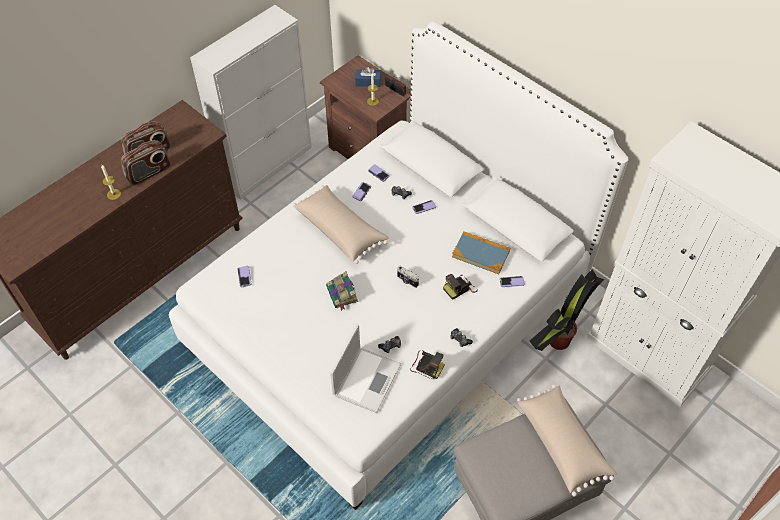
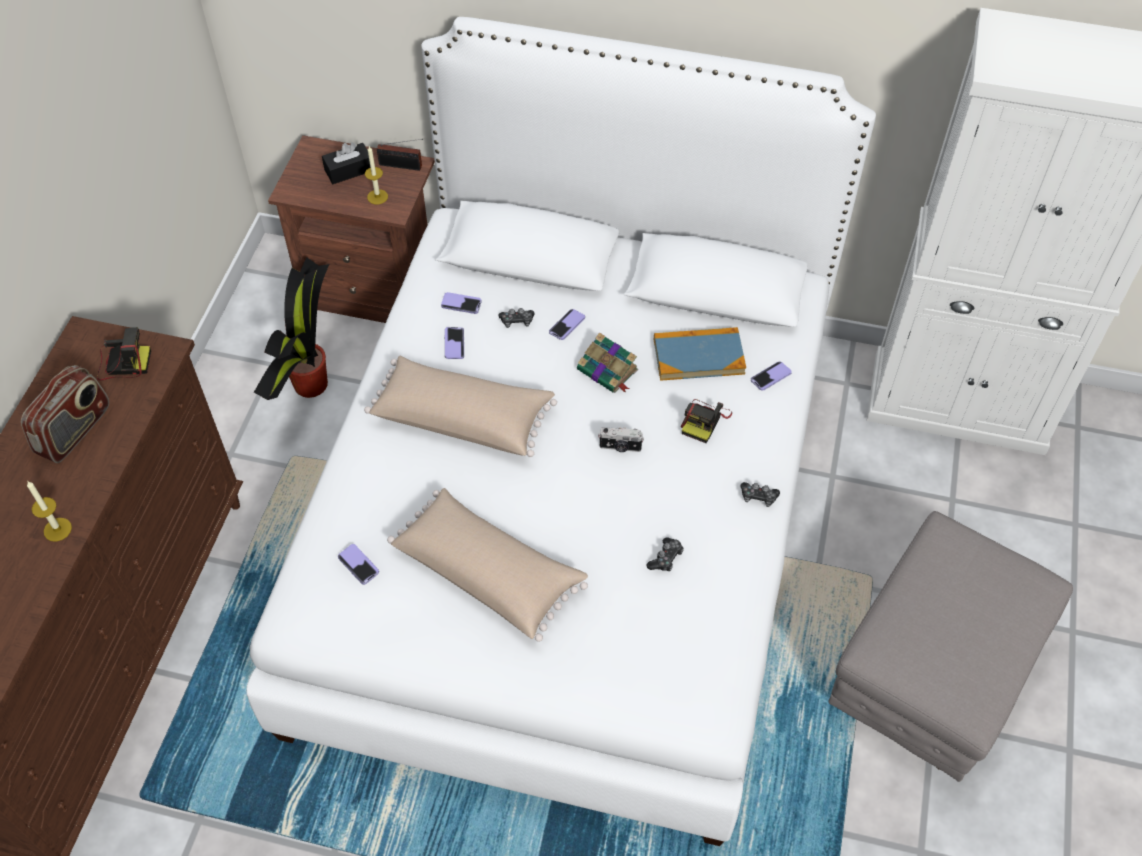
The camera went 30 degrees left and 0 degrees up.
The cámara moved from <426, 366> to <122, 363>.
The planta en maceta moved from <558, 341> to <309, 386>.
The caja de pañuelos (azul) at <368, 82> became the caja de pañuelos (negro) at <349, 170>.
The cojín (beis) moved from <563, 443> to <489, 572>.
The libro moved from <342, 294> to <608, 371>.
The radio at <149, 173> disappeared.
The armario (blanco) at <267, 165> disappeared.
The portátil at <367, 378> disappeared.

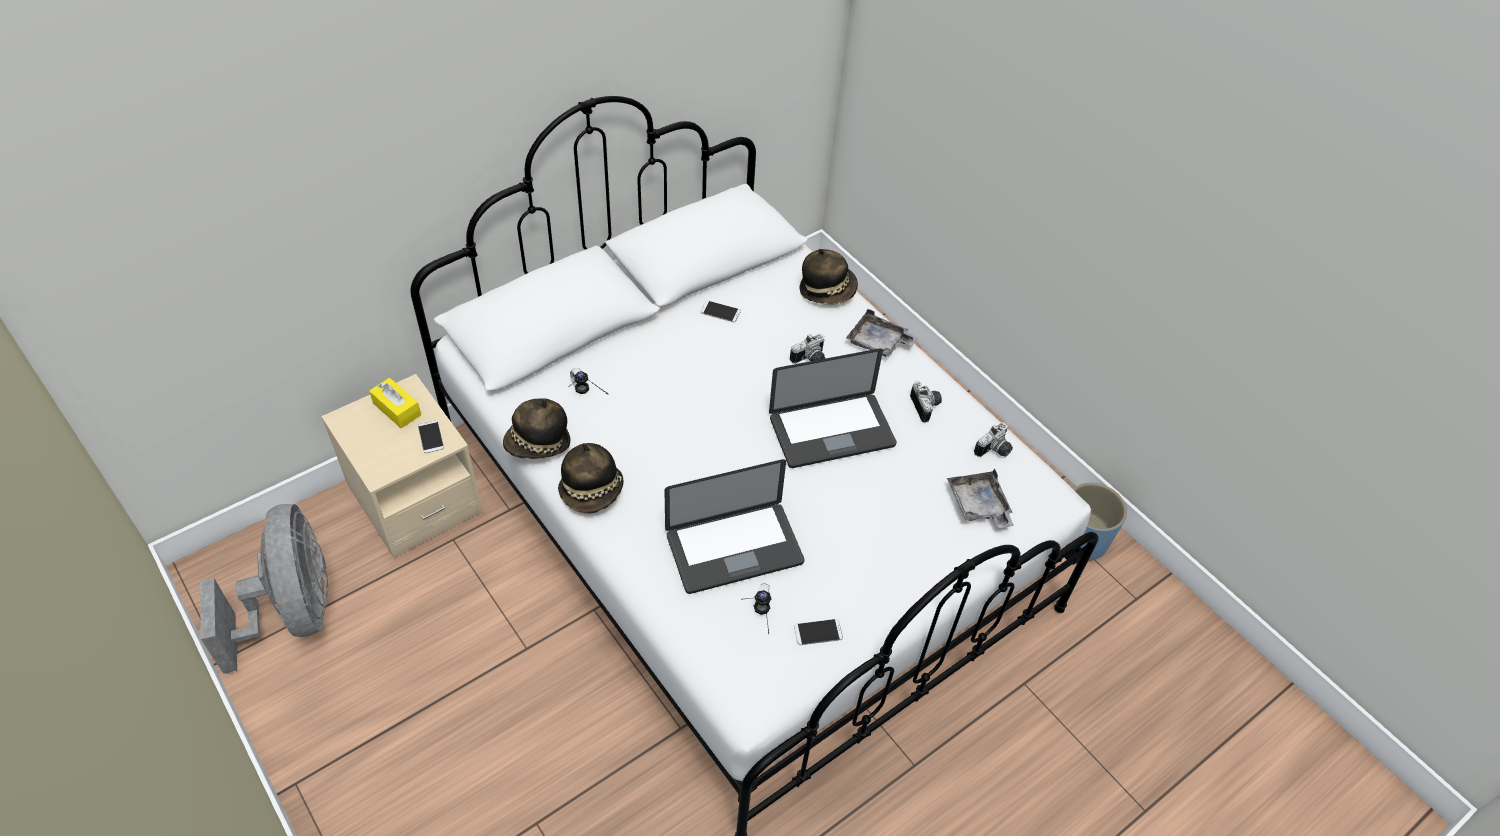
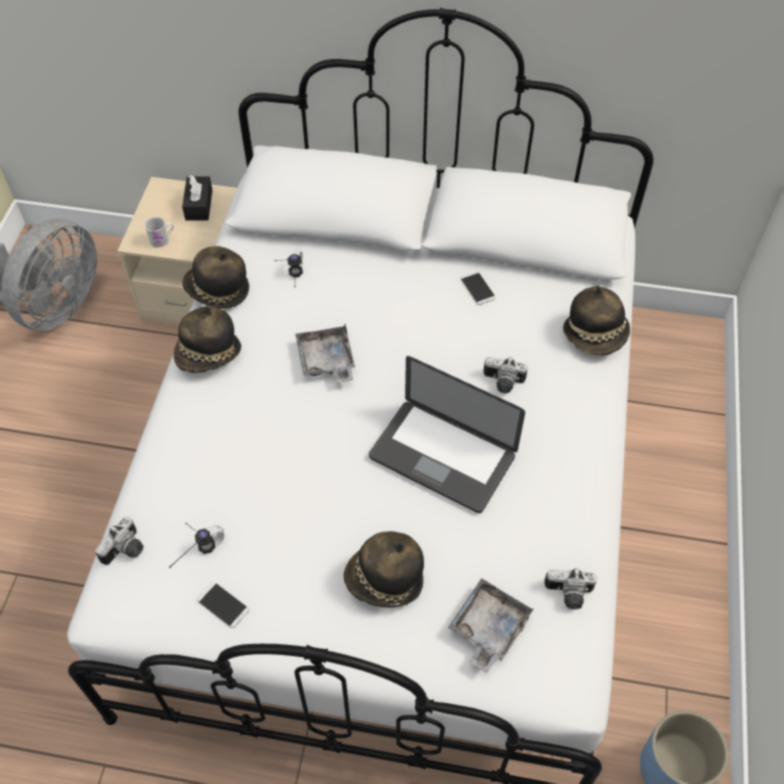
The camera went 50 degrees right and 5 degrees up.
The cámara moved from <926, 407> to <126, 550>.
The taza grande (blanco) at <163, 239> appeared.
The caja de pañuelos (amarillo) at <397, 409> became the caja de pañuelos (negro) at <199, 205>.
The bandeja (gris) moved from <878, 343> to <326, 361>.
The sombrero at <385, 580> appeared.
The móvil at <431, 437> disappeared.
The portátil at <734, 549> disappeared.

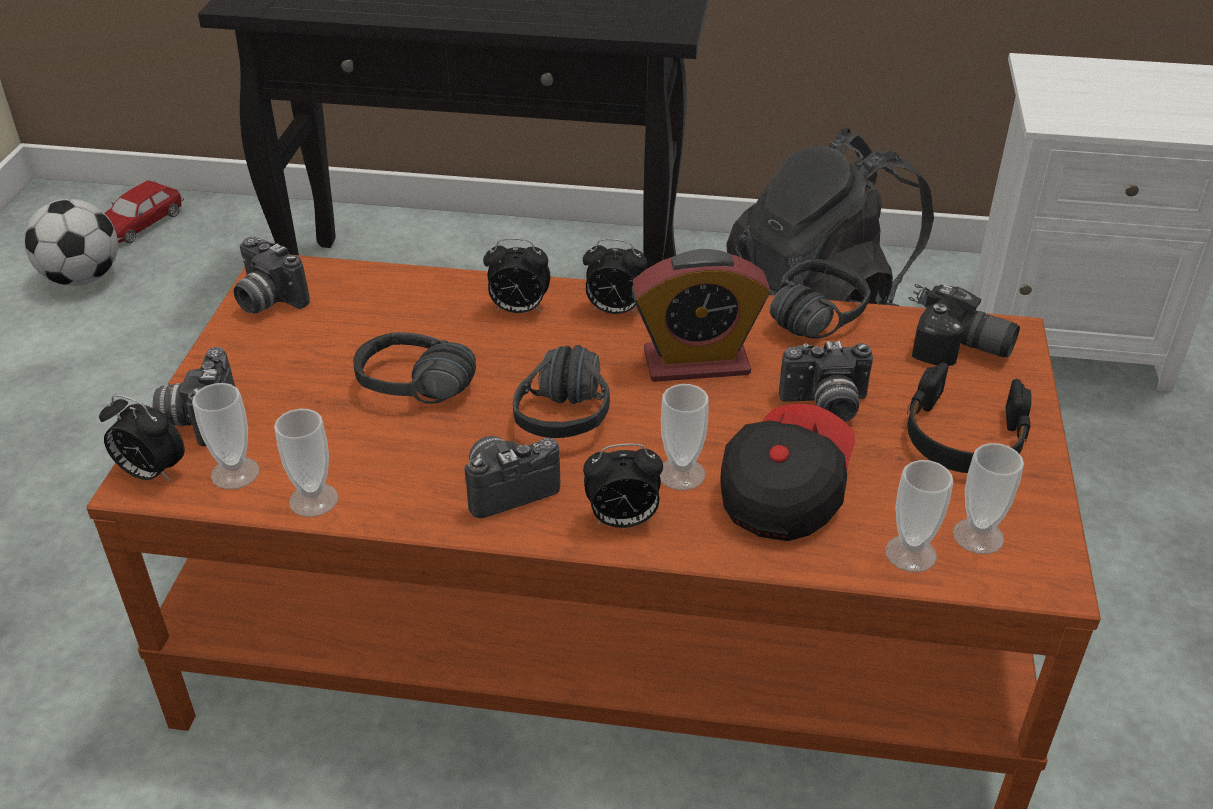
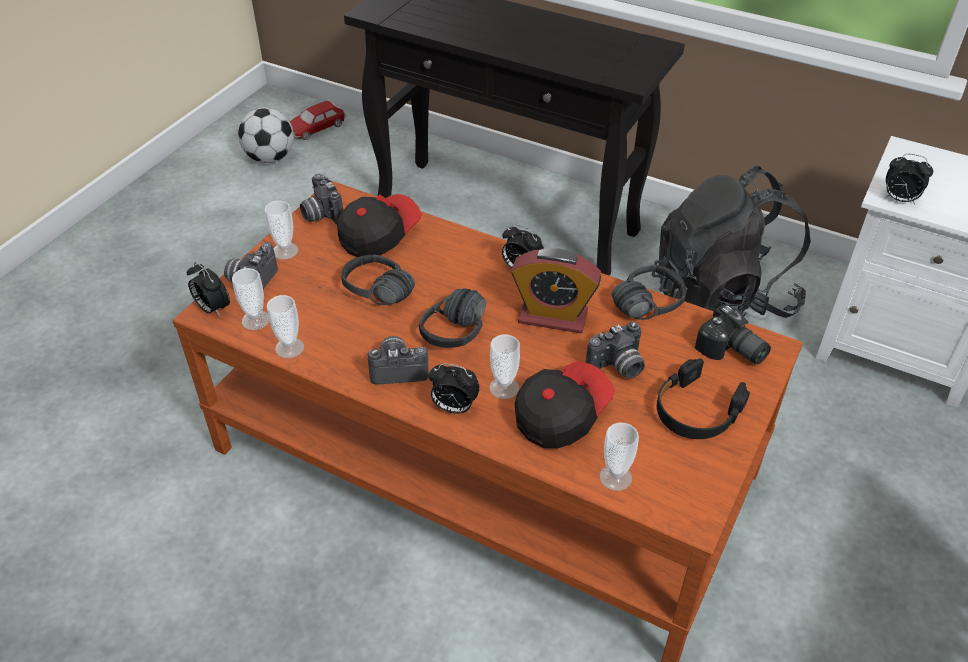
The camera went 20 degrees right and 5 degrees up.
The taza moved from <978, 536> to <285, 251>.
The gorra at <378, 236> appeared.
The cámara at <825, 406> turned 45 degrees counterclockwise.
The despertador moved from <518, 310> to <899, 199>.

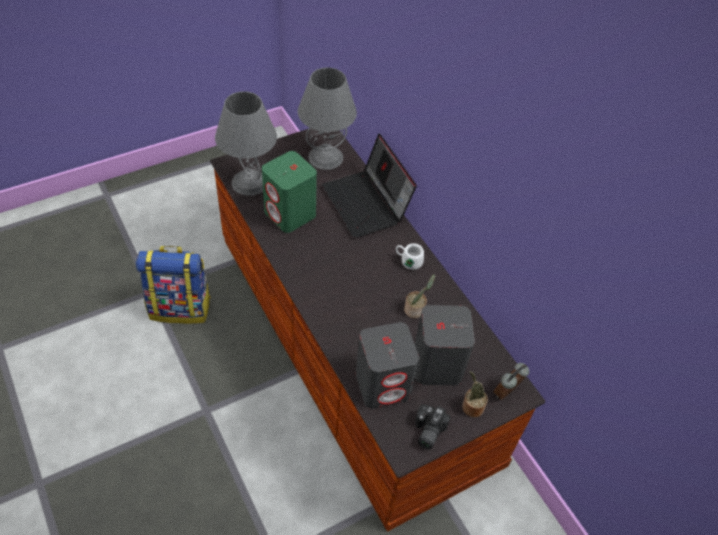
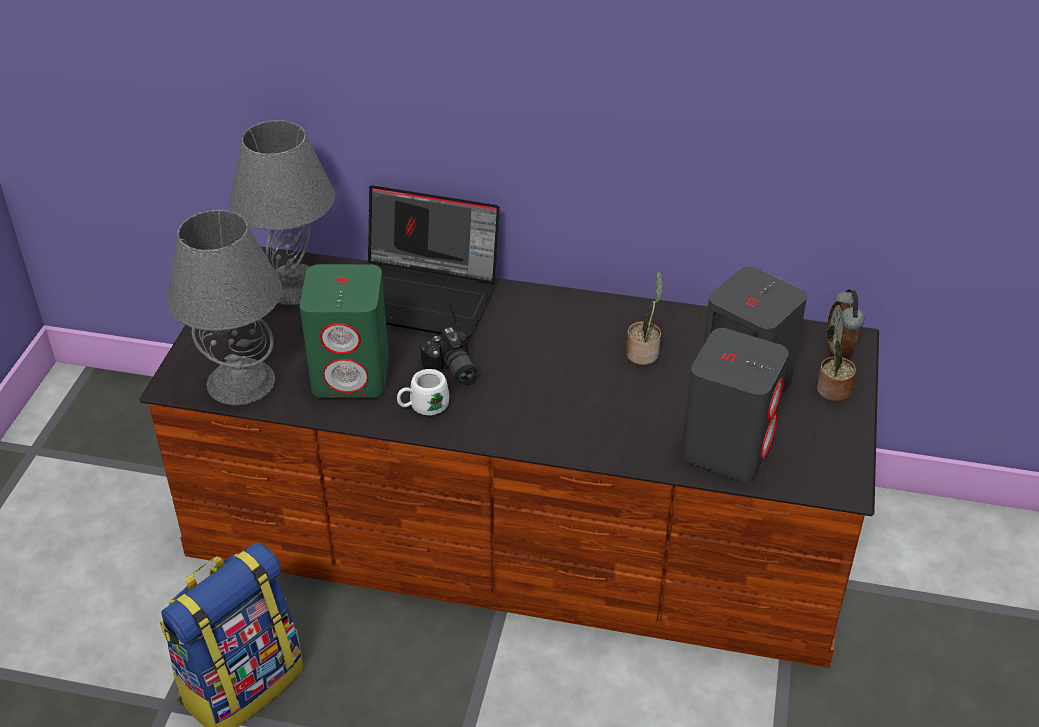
The camera went 45 degrees left and 10 degrees down.
The taza grande (blanco) moved from <408, 261> to <423, 407>.
The cámara moved from <427, 431> to <451, 371>.

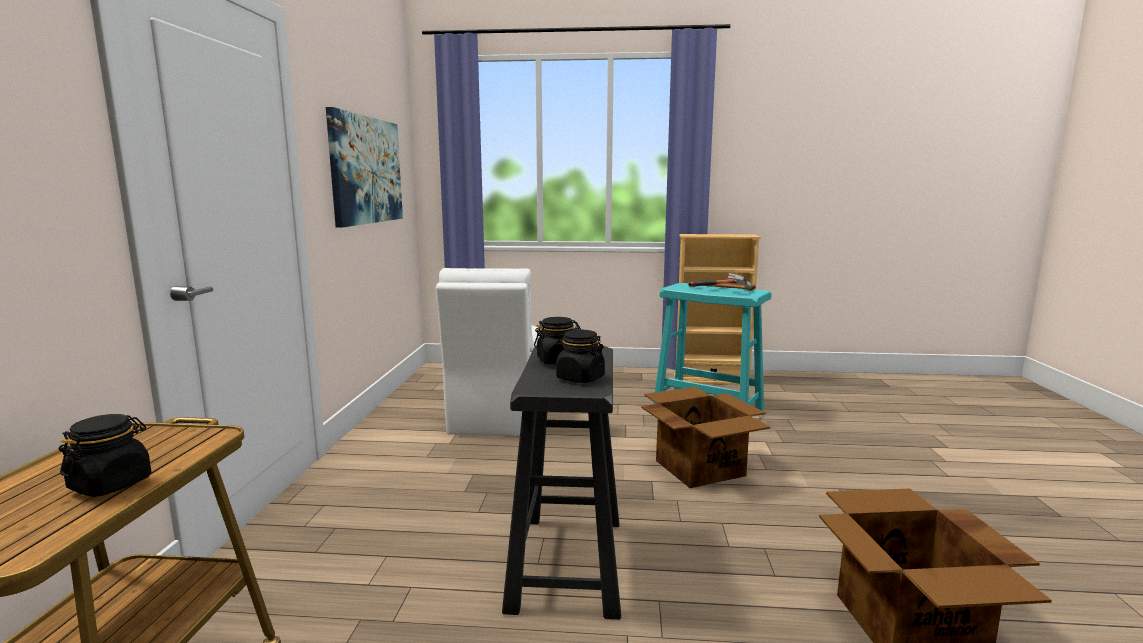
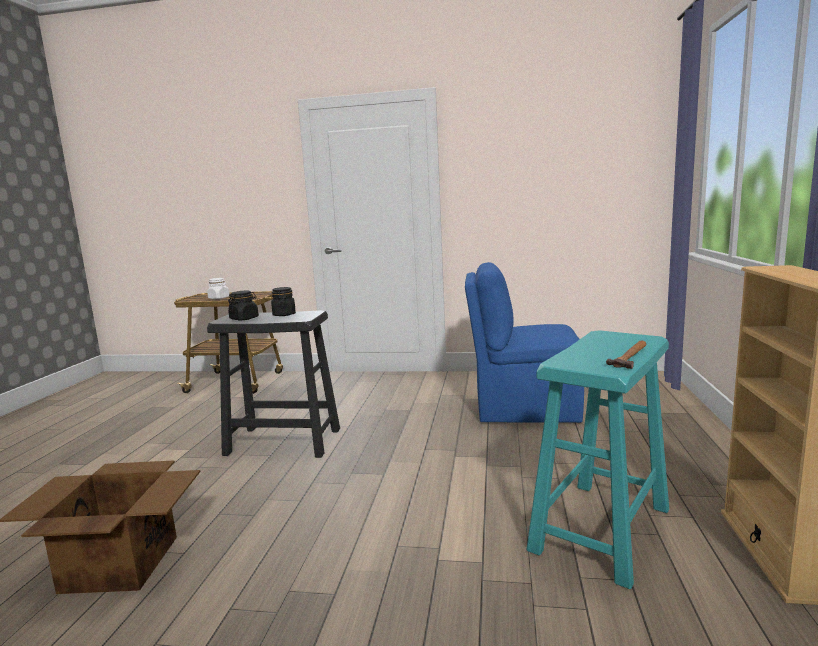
The camera went 95 degrees right and 0 degrees up.
The tarro (negro) at <111, 484> became the tarro (blanco) at <219, 298>.
The silla (blanco) at <495, 417> became the silla (azul) at <523, 408>.
The cuadro at <366, 170> disappeared.
The caja de cartón at <699, 467> disappeared.
The martillo at <718, 290> disappeared.

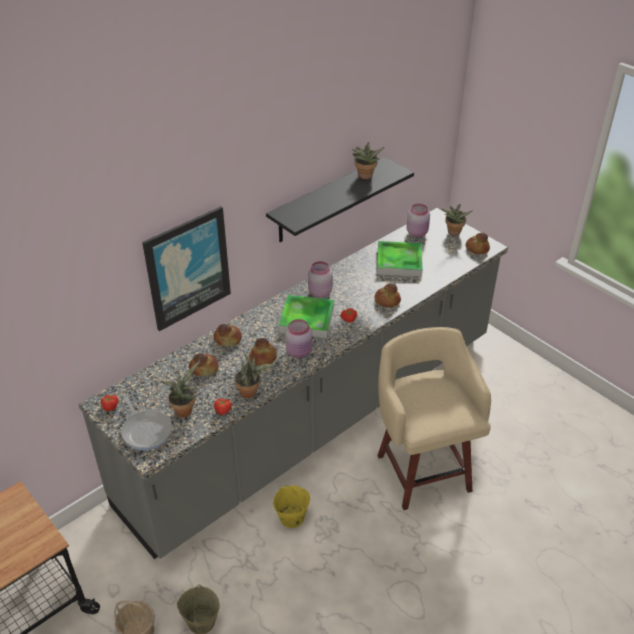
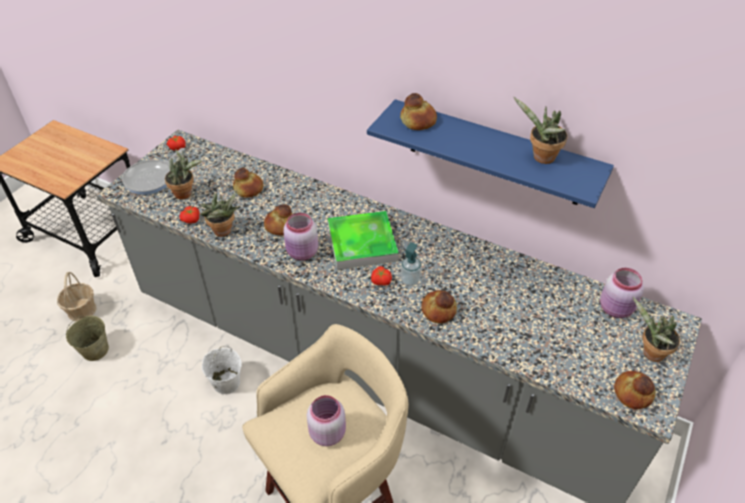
The camera went 70 degrees right and 5 degrees up.
The cubo (amarillo) at <291, 518> became the cubo (blanco) at <226, 382>.
The tarro (rosa) moved from <319, 292> to <327, 432>.
The estante (negro) at <327, 200> became the estante (azul) at <494, 153>.
The pan moved from <228, 339> to <418, 121>.
The dispensador de jabón at <410, 280> appeared.
The cuadro at <187, 268> disappeared.
The bandeja at <399, 262> disappeared.

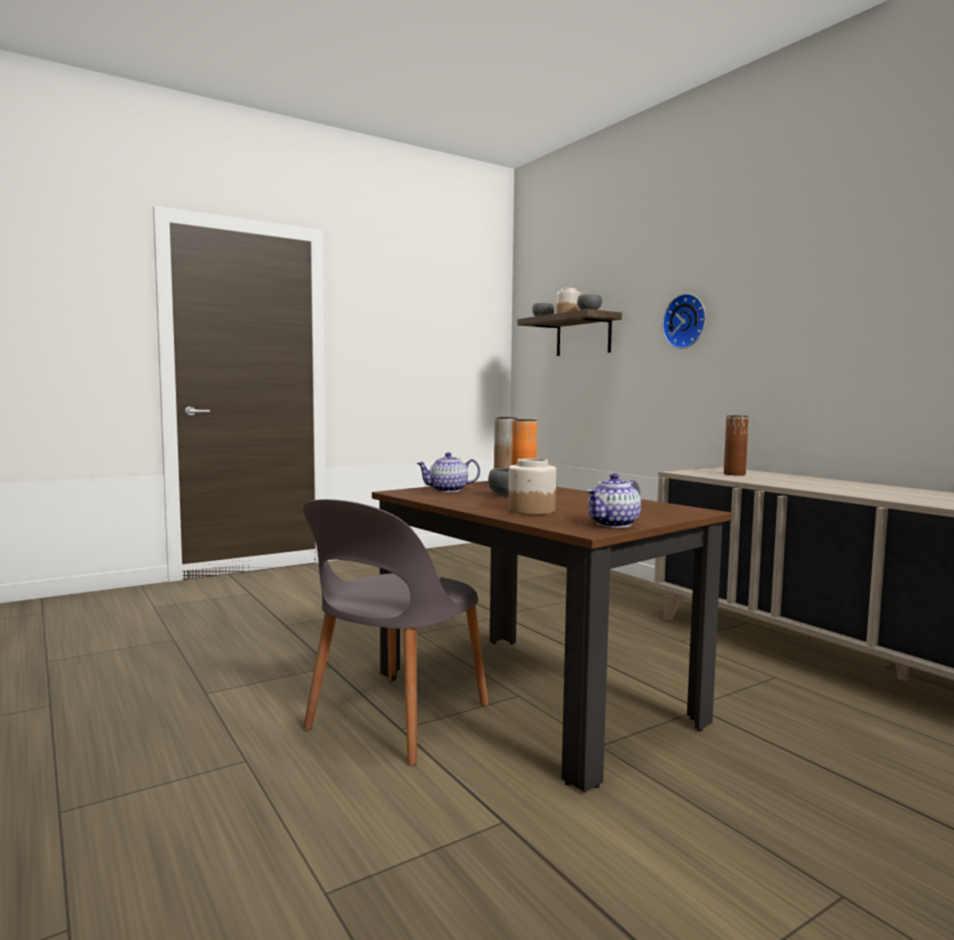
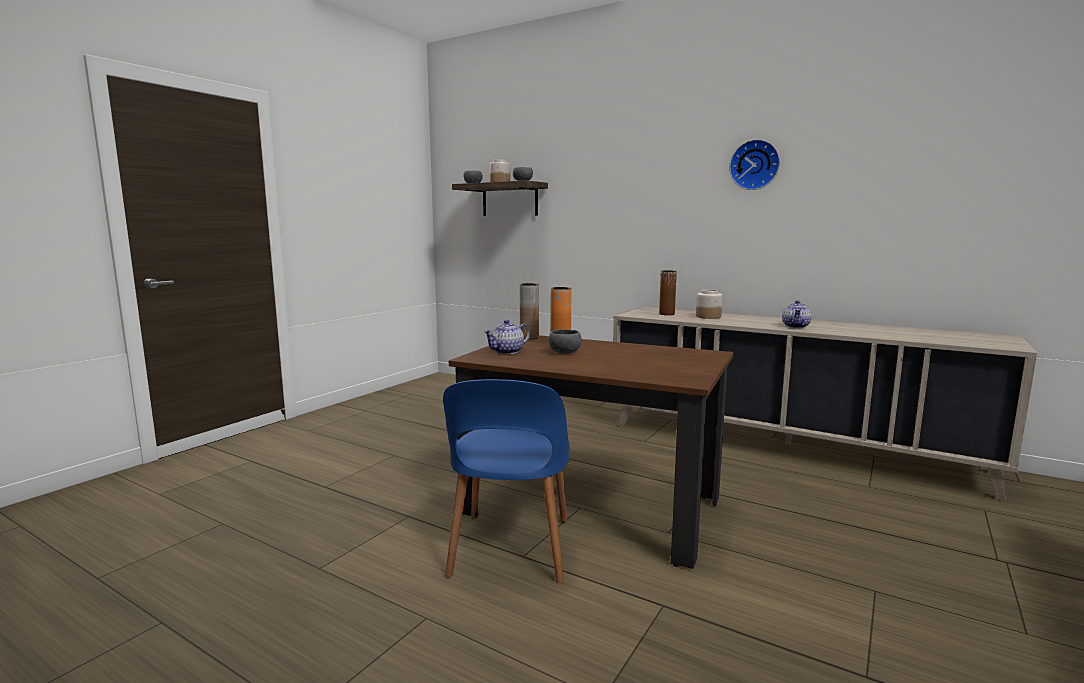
The camera went 25 degrees left and 5 degrees up.
The silla (gris) at <396, 719> became the silla (azul) at <510, 549>.
The tarro moved from <531, 511> to <708, 316>.
The reloj de pared moved from <686, 321> to <755, 165>.
The tetera moved from <614, 524> to <796, 326>.

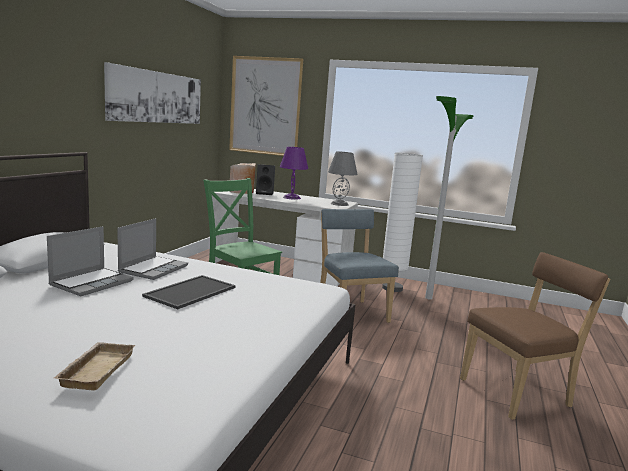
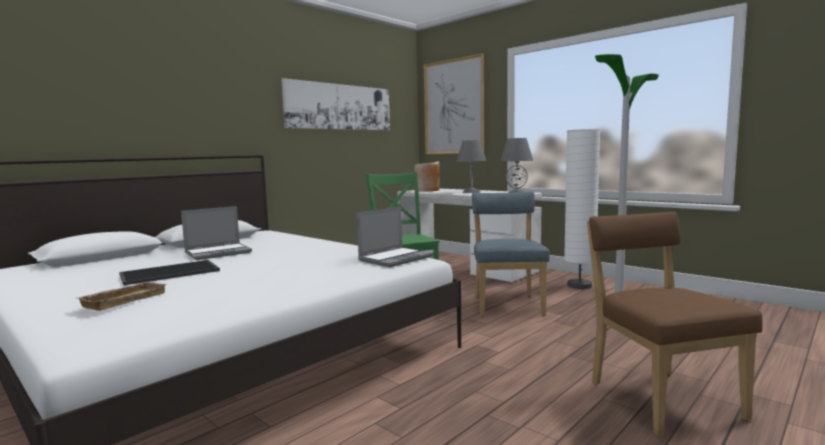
The camera went 25 degrees right and 5 degrees down.
The bandeja moved from <191, 292> to <169, 273>.
The portátil moved from <153, 269> to <395, 258>.
The lámpara de mesa (morado) at <291, 197> became the lámpara de mesa (gris) at <471, 192>.
The silla (marrón) at <519, 393> turned 105 degrees counterclockwise.
The altavoz (negro) at <265, 193> disappeared.

